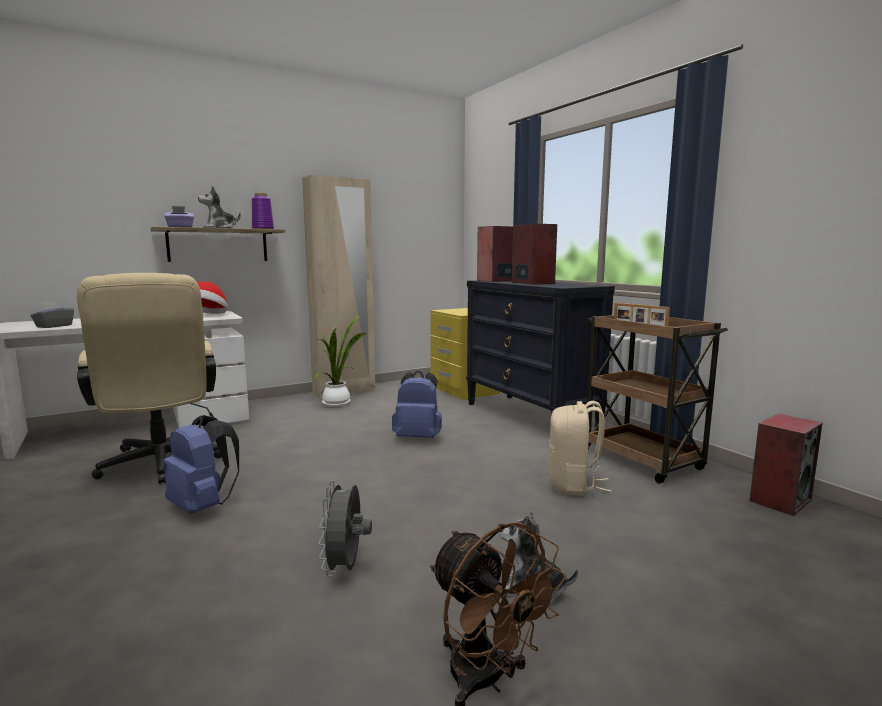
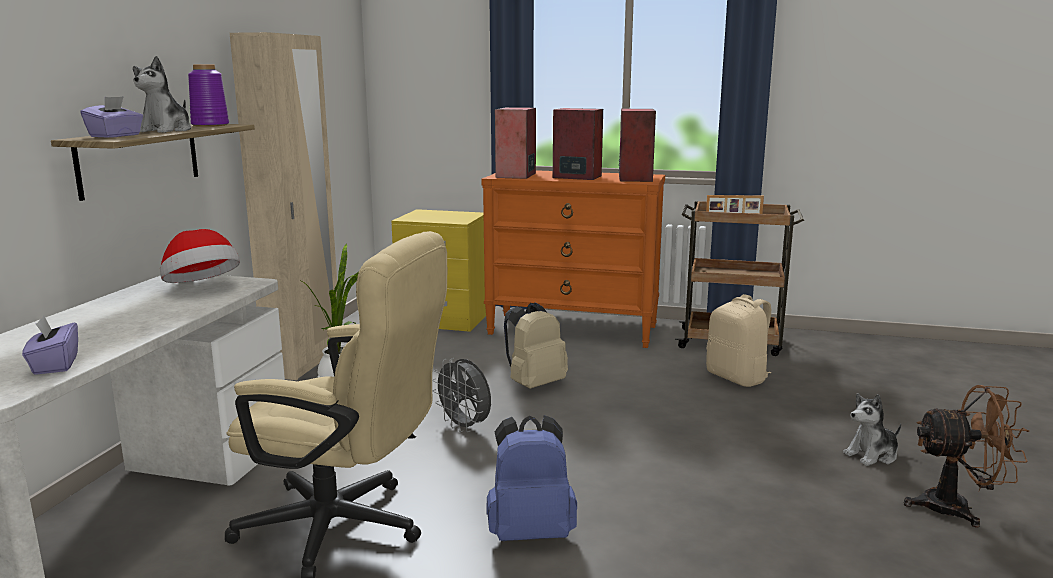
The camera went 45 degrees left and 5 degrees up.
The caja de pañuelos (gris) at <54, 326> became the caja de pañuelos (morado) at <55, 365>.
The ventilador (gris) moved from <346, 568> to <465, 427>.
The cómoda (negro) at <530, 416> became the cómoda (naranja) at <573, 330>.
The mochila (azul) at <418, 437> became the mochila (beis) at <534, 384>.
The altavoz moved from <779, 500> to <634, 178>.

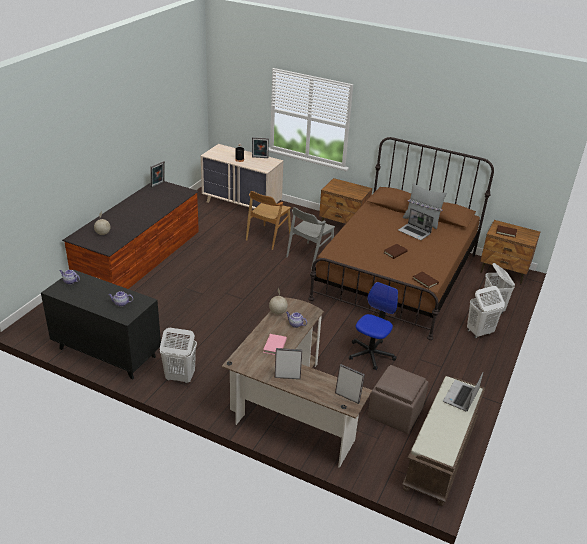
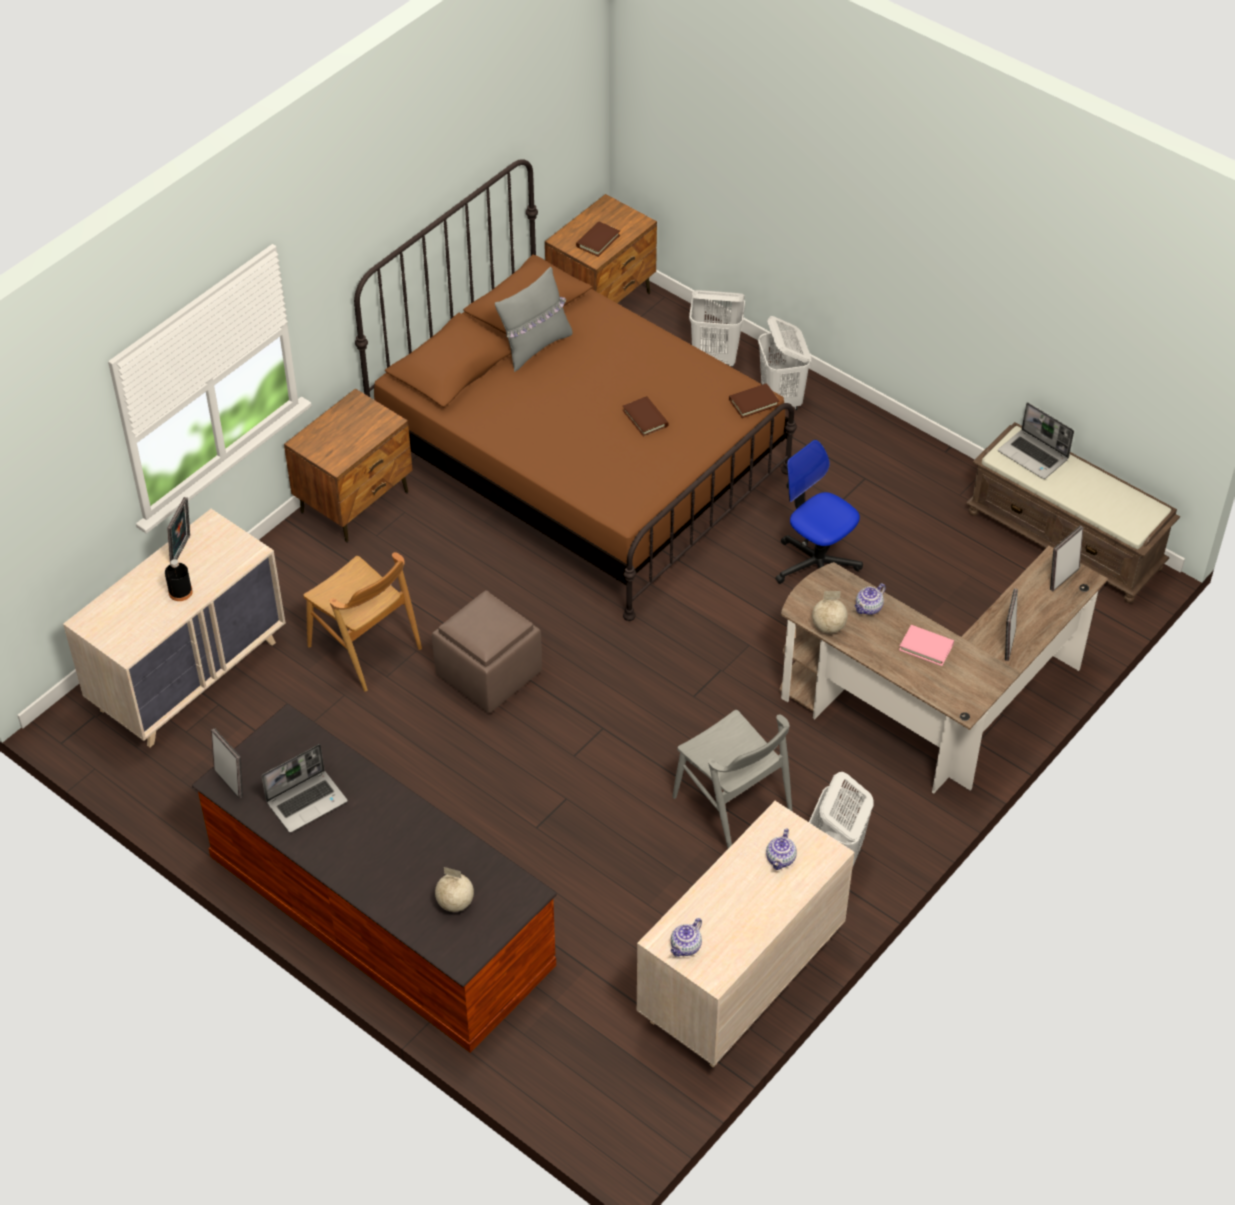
The camera went 75 degrees left and 15 degrees up.
The portátil moved from <414, 232> to <307, 801>.
The puf (marrón) moved from <396, 413> to <488, 673>.
The cómoda (negro) at <106, 353> became the cómoda (beis) at <740, 981>.
The silla (gris) moved from <309, 255> to <732, 805>.

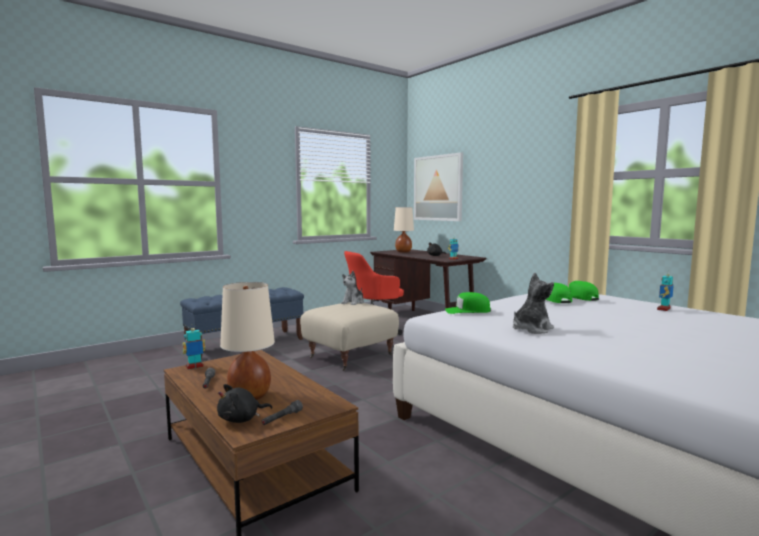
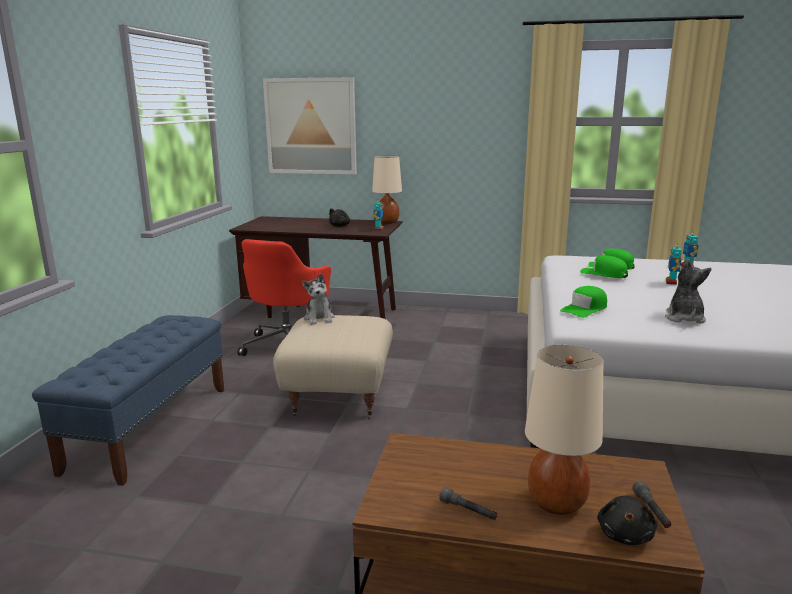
The camera went 40 degrees left and 10 degrees up.
The lámpara de mesa (beis) moved from <403, 252> to <387, 222>.
The robot de juguete moved from <194, 367> to <671, 282>.

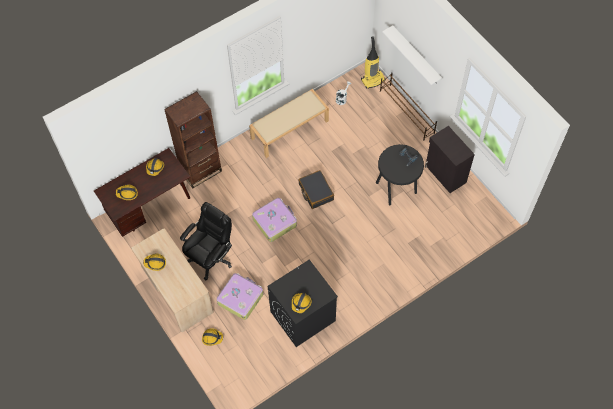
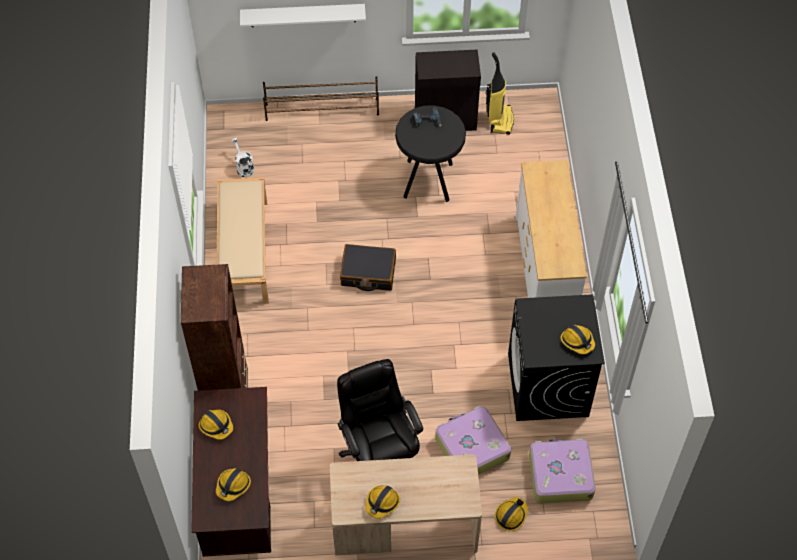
The camera went 60 degrees left and 5 degrees down.
The aspiradora moved from <373, 80> to <499, 120>.
The cómoda (blanco) at <545, 269> appeared.
The maleta moved from <275, 222> to <559, 475>.

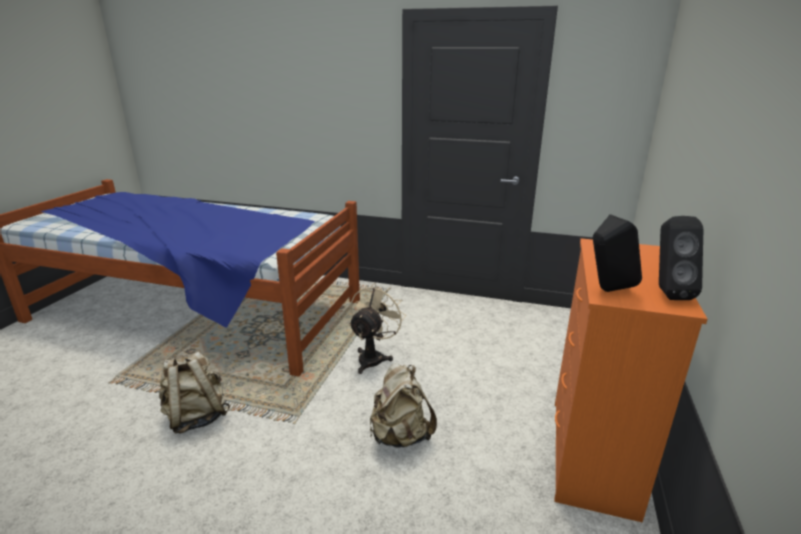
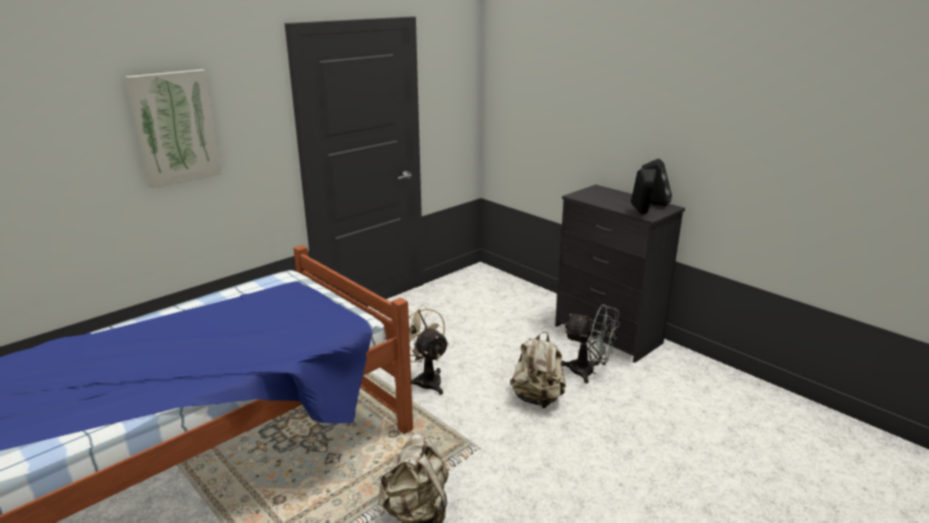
The camera went 60 degrees left and 0 degrees up.
The cuadro at <175, 127> appeared.
The cómoda (naranja) at <591, 455> became the cómoda (negro) at <608, 335>.
The ventilador (gris) at <588, 372> appeared.

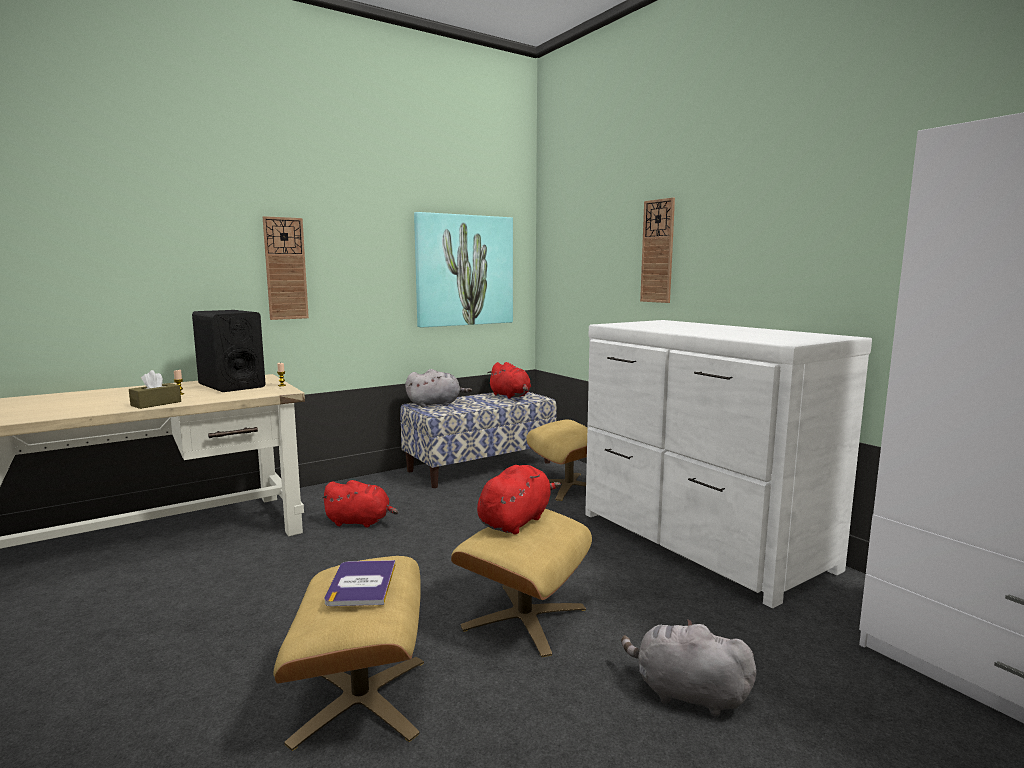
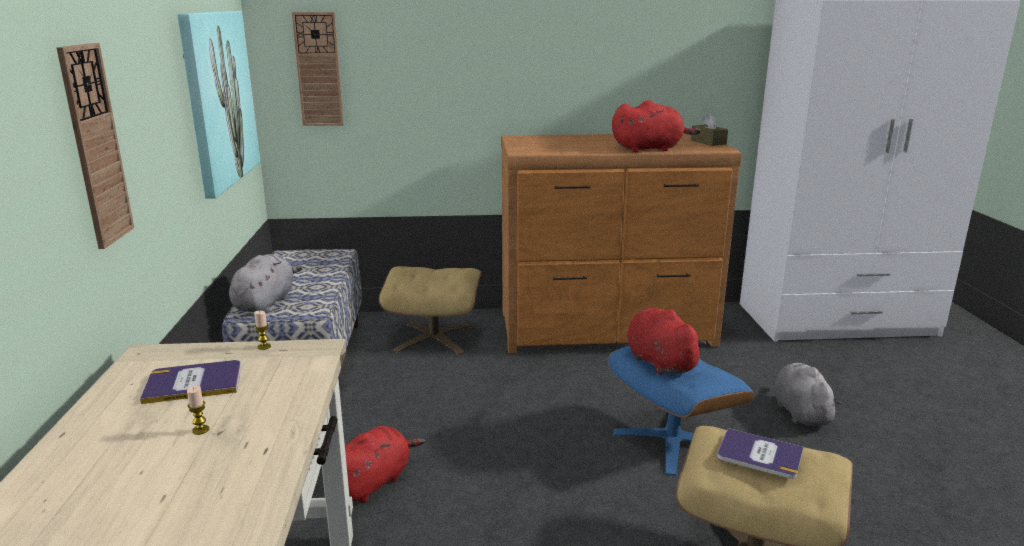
The camera went 60 degrees left and 10 degrees up.
The altavoz (negro) at <231, 385> was replaced by the libro at <194, 383>.
The reloj de pared moved from <658, 251> to <318, 70>.
The cómoda (blanco) at <699, 541> became the cómoda (marrón) at <607, 329>.
The puf (beis) at <524, 617> became the puf (azul) at <671, 440>.
The peluche (rojo) moved from <511, 396> to <649, 149>.
The caja de pañuelos (marrón) moved from <156, 404> to <708, 142>.
The peluche (gris) at <686, 694> turned 120 degrees clockwise.

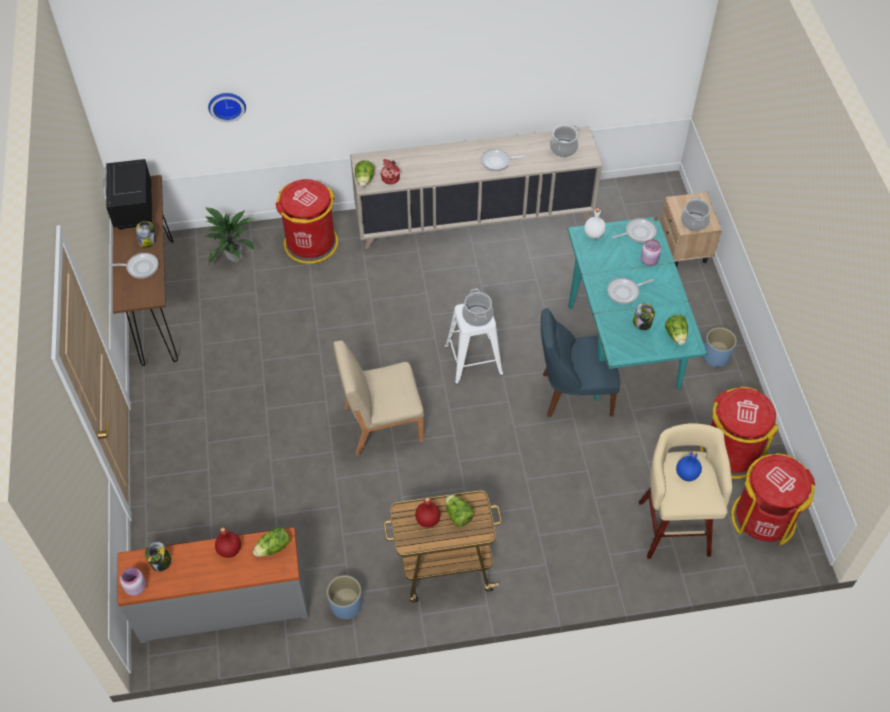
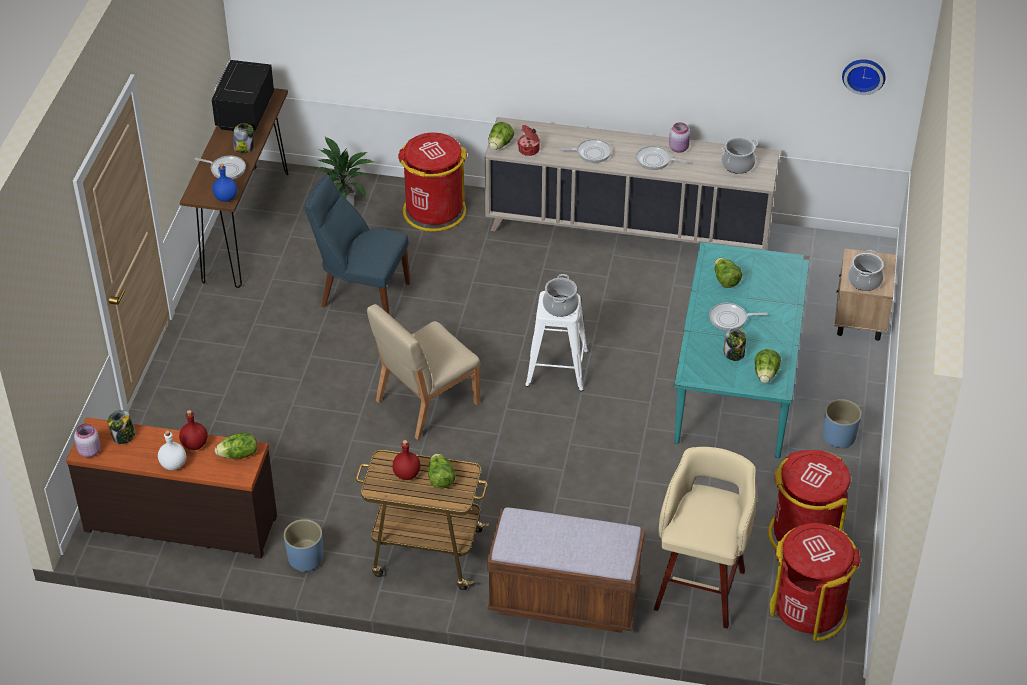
The camera went 20 degrees right and 10 degrees down.
The cómoda (gris) at <223, 604> became the cómoda (marrón) at <181, 521>.
The botella (blanco) moved from <593, 234> to <173, 464>.
The botella (azul) moved from <687, 474> to <226, 198>.
The silla (azul) moved from <573, 393> to <361, 294>.
The silla (beis) at <381, 423> turned 45 degrees counterclockwise.
The banco (marrón) at <564, 599> appeared.
The sartén moved from <638, 233> to <591, 153>.
The tarro (rosa) moved from <649, 260> to <679, 148>.
The lechuga at <725, 280> appeared.
The reloj de pared moved from <227, 105> to <864, 74>.

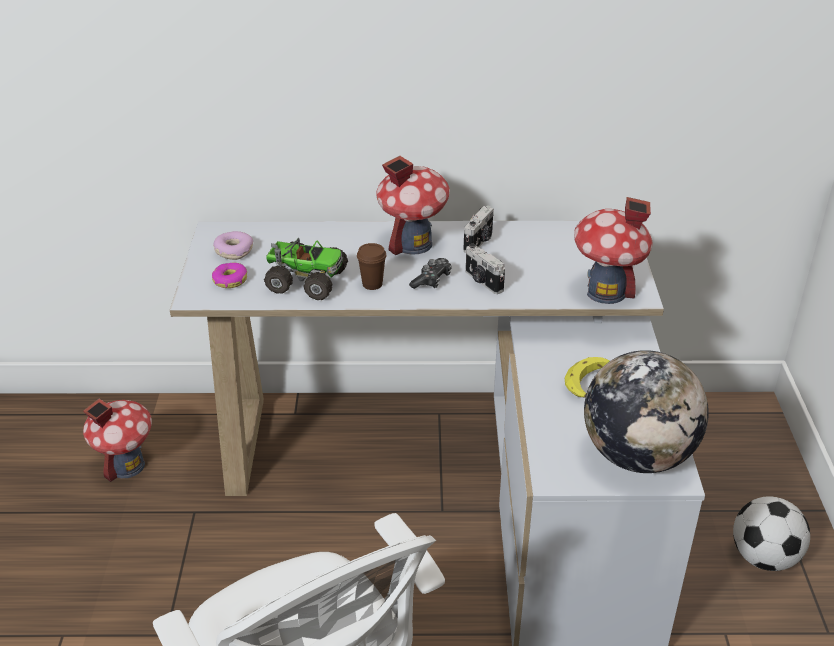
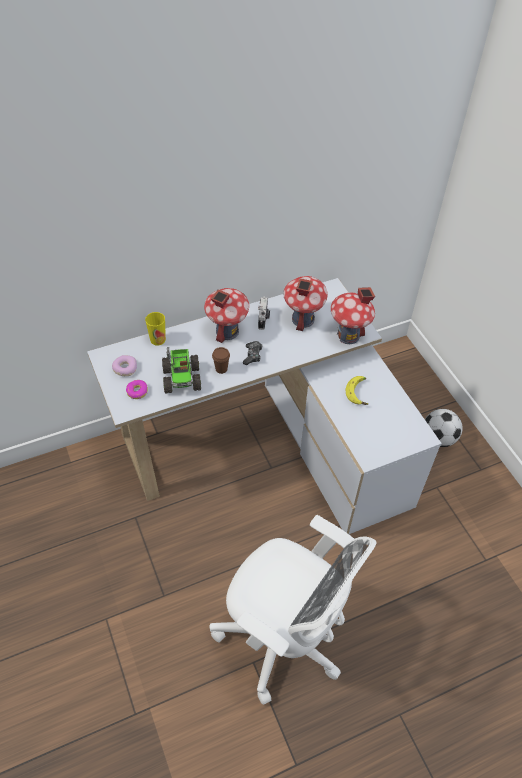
The camera went 25 degrees left and 15 degrees up.
The taza at <158, 339> appeared.
The camión de juguete at <306, 280> turned 90 degrees clockwise.
The casita moved from <126, 466> to <303, 319>.
The cámara at <482, 281> disappeared.
The globo terráqueo at <637, 455> disappeared.

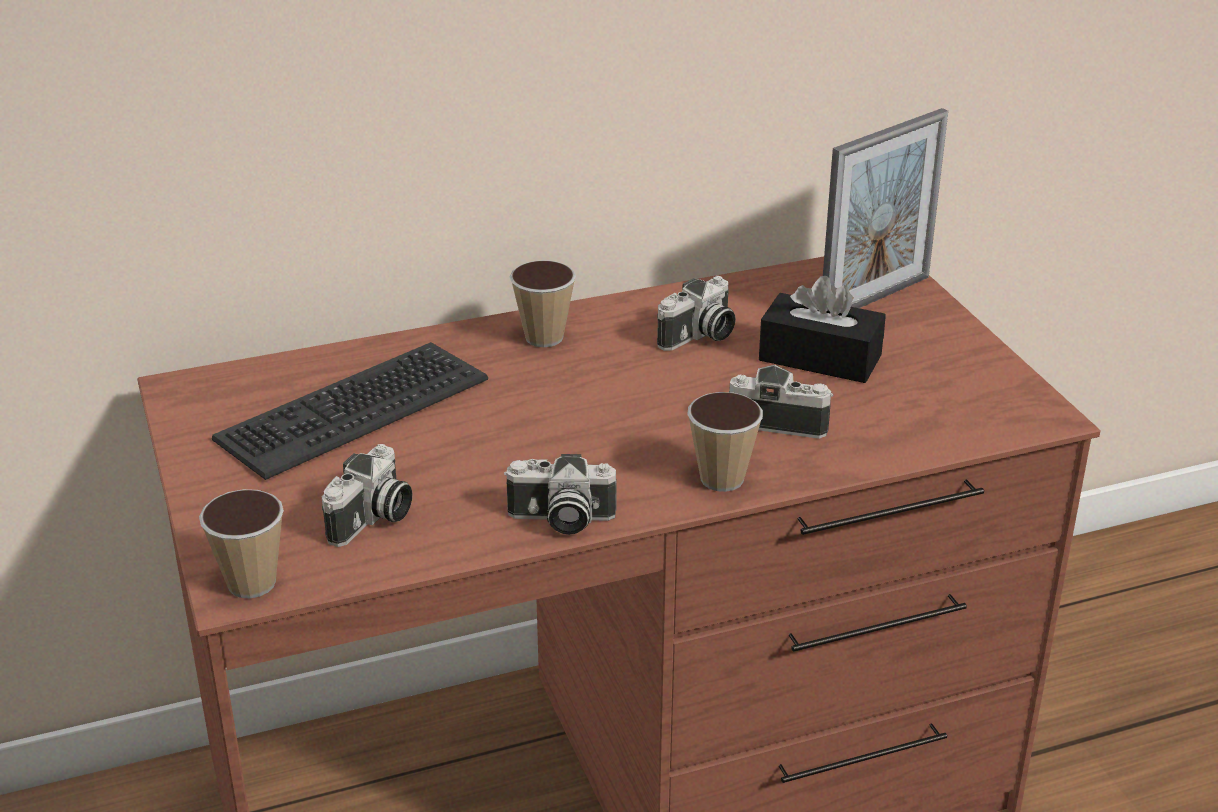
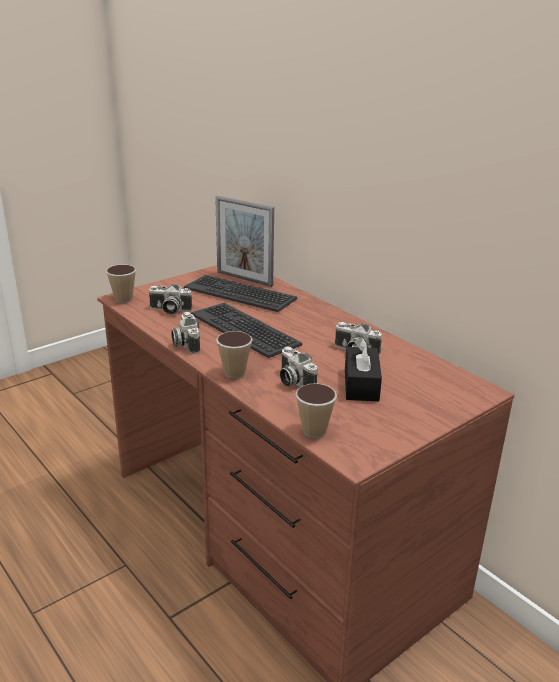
The camera went 70 degrees right and 5 degrees down.
The teclado at <245, 329> appeared.
The portarretratos moved from <875, 298> to <244, 279>.
The cámara at <780, 420> turned 150 degrees clockwise.
The taza moved from <544, 337> to <314, 431>.

